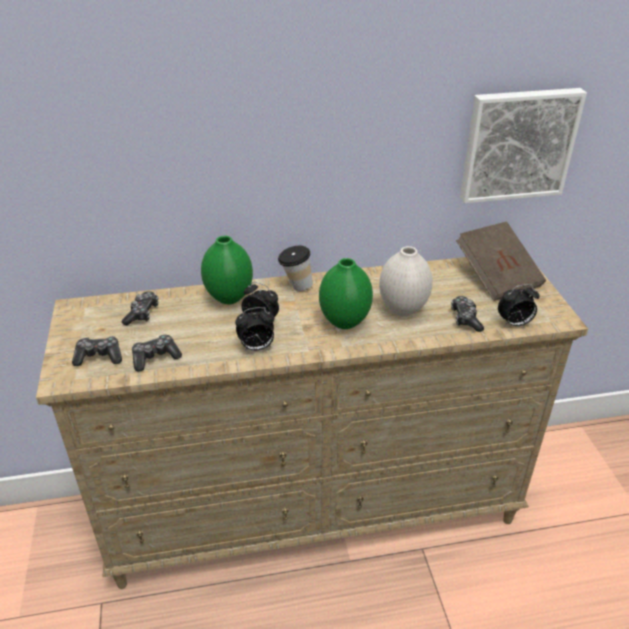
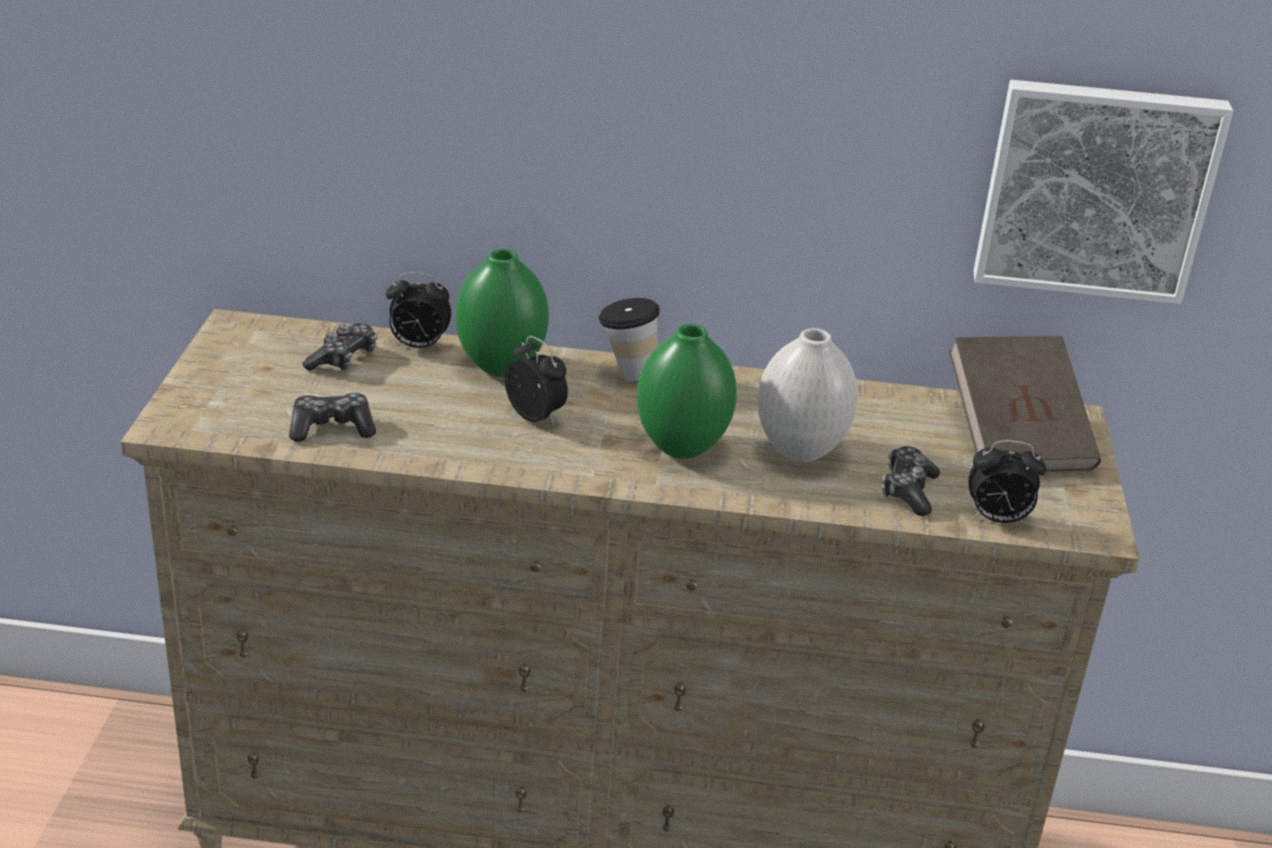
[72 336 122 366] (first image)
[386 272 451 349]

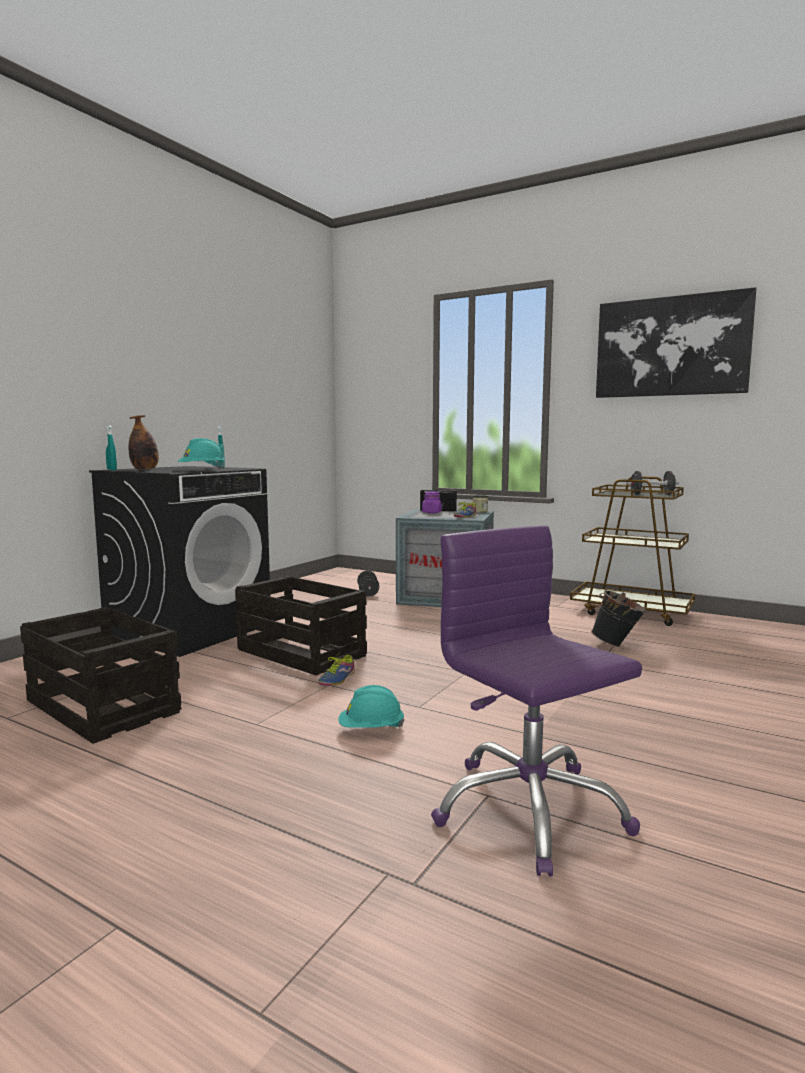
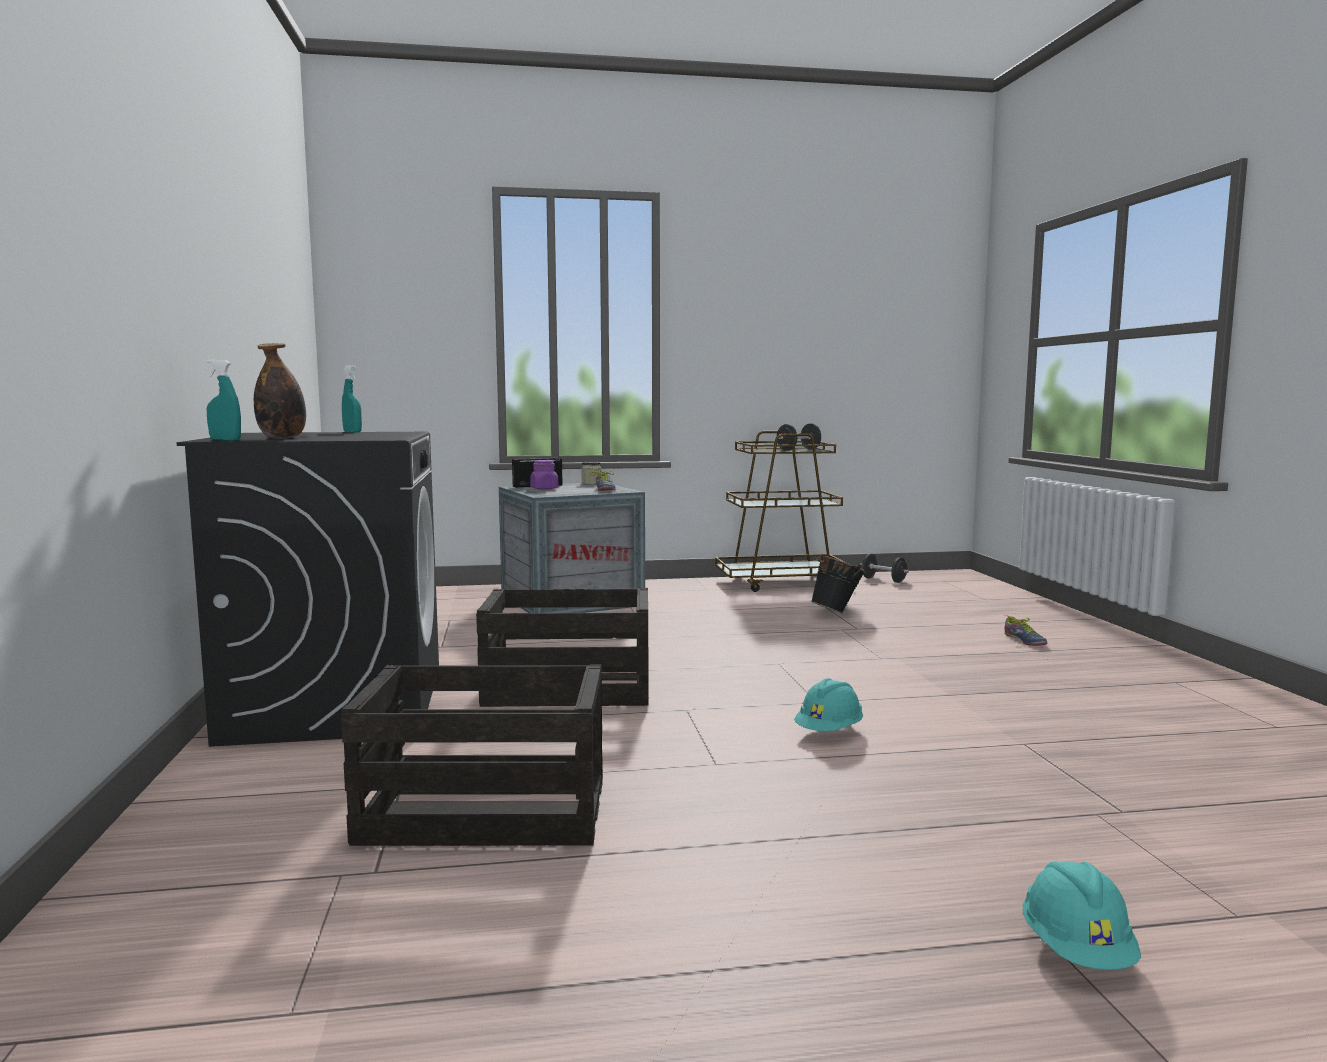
[1023 861 1141 970]
[1004 615 1047 646]
[860 554 909 583]
[431 525 642 876] (first image)
[596 287 756 398] (first image)

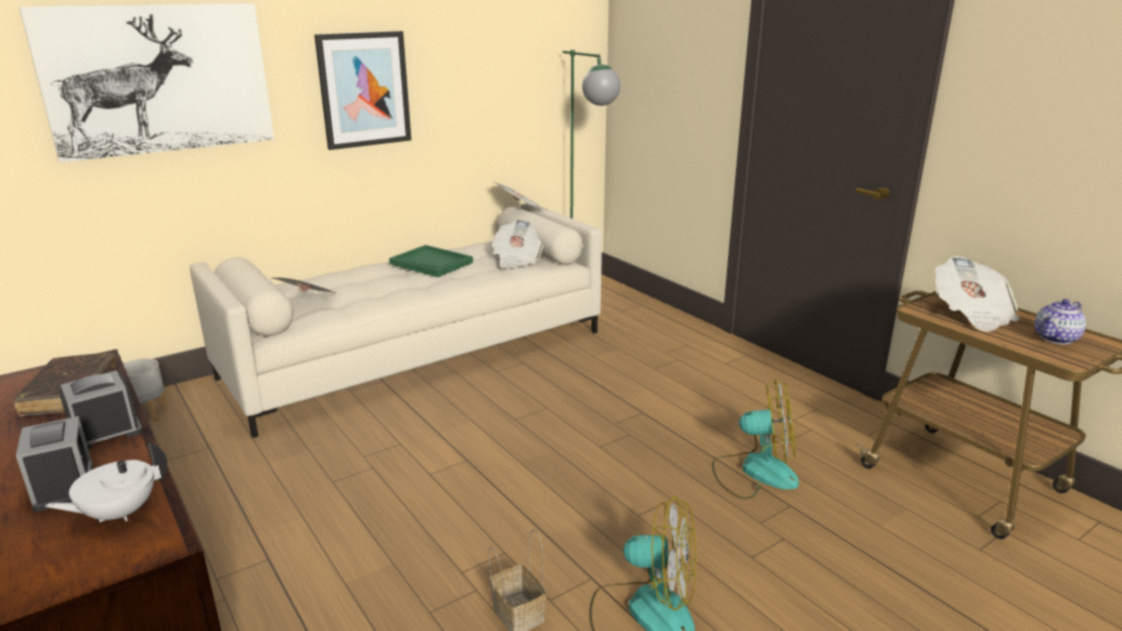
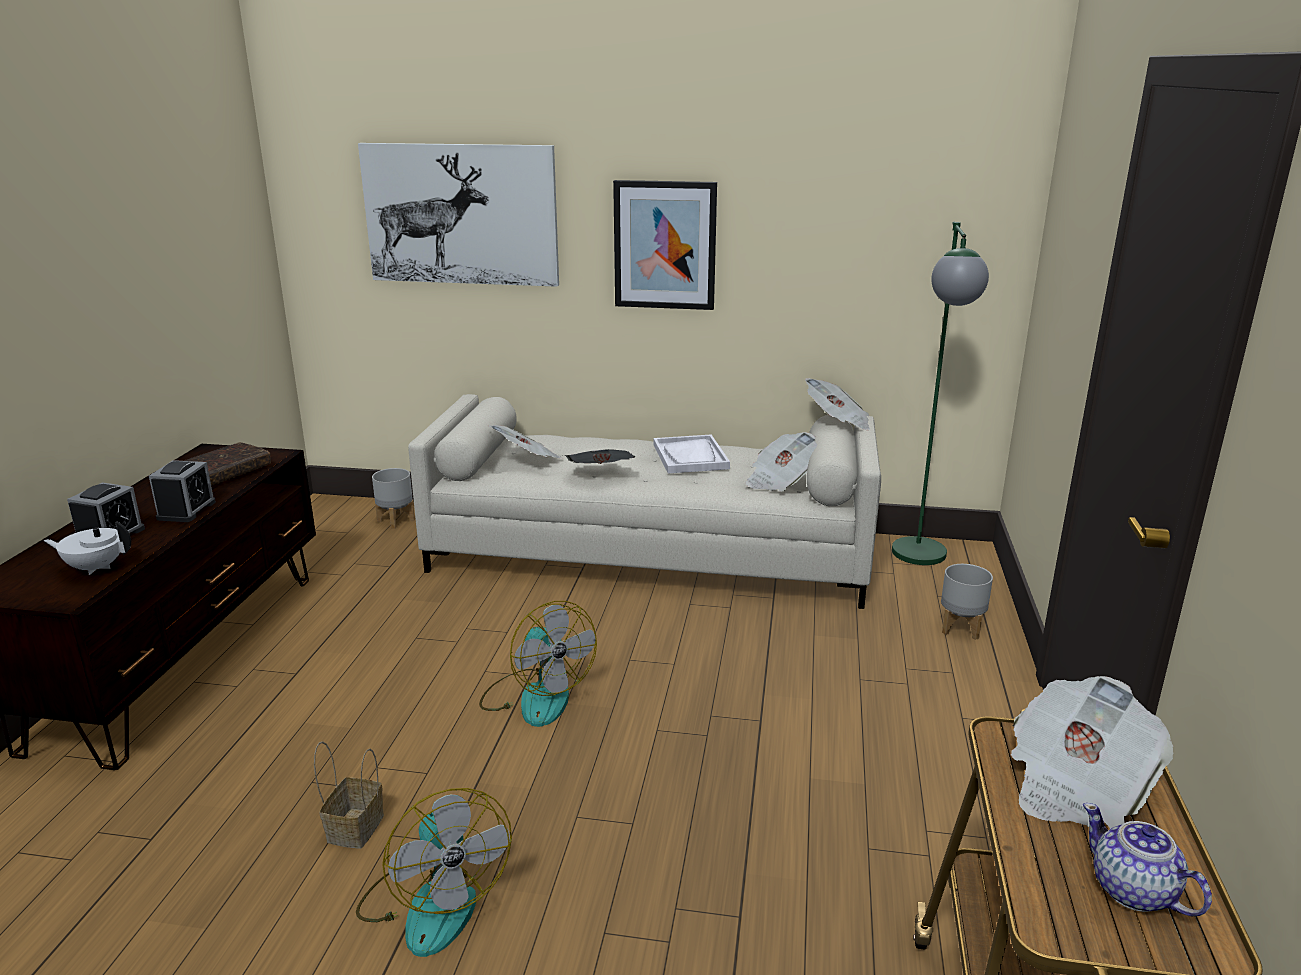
[149 460 216 522]
[654 435 730 473]
[479 601 597 727]
[1083 803 1212 916]
[564 449 635 464]
[941 564 993 640]

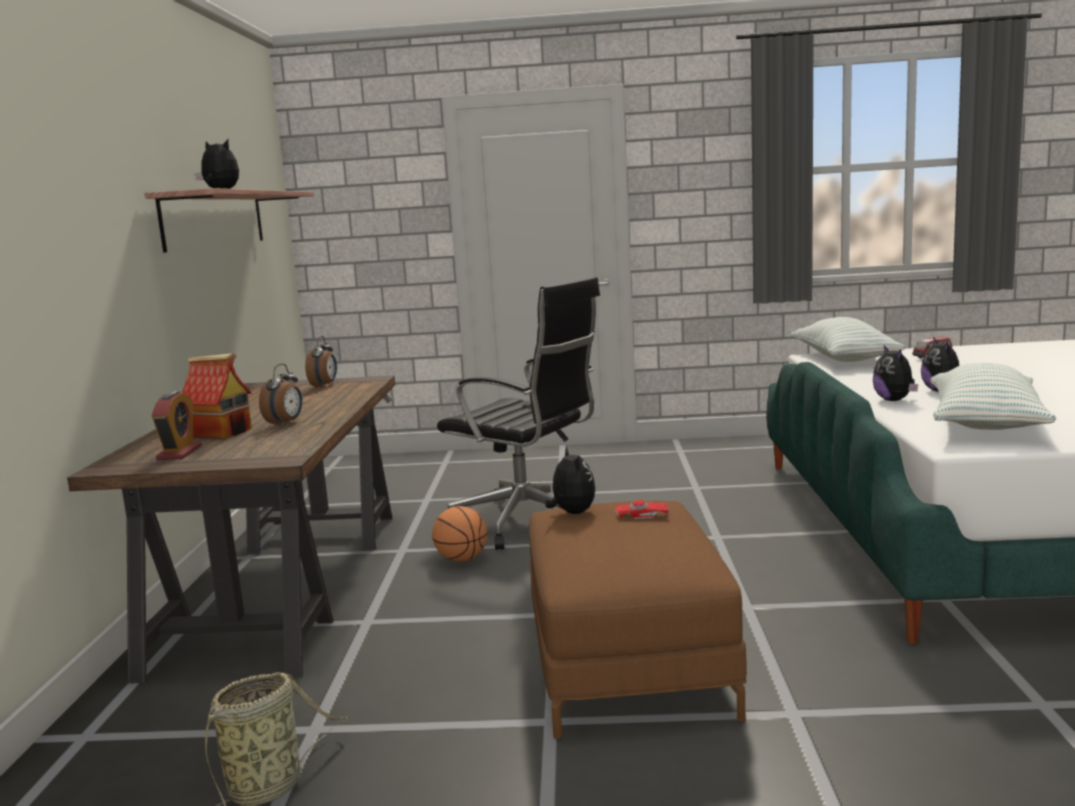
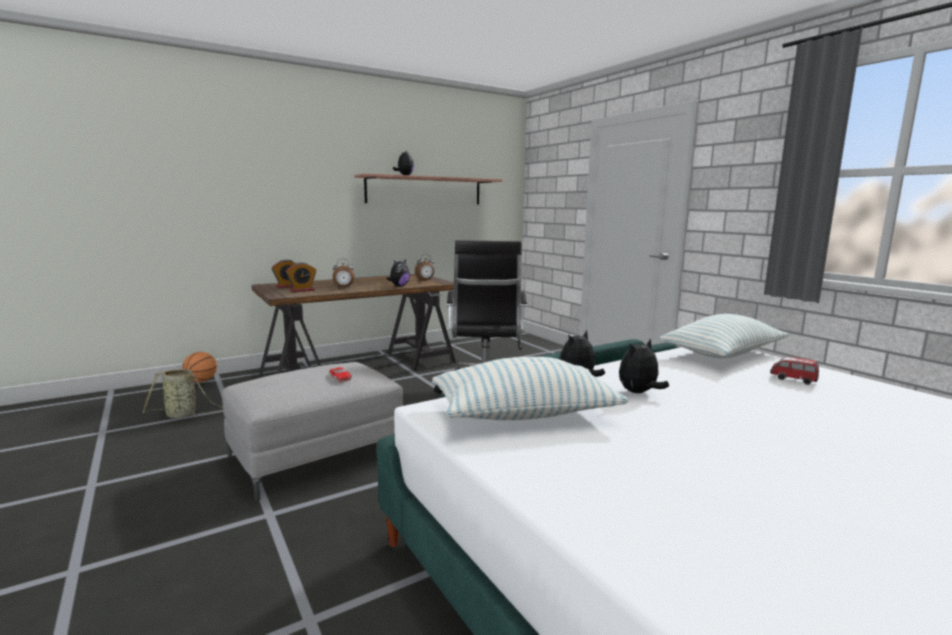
[181 353 252 439] (first image)
[182 352 217 382]
[222 362 403 501]
[386 259 410 286]
[286 262 316 292]

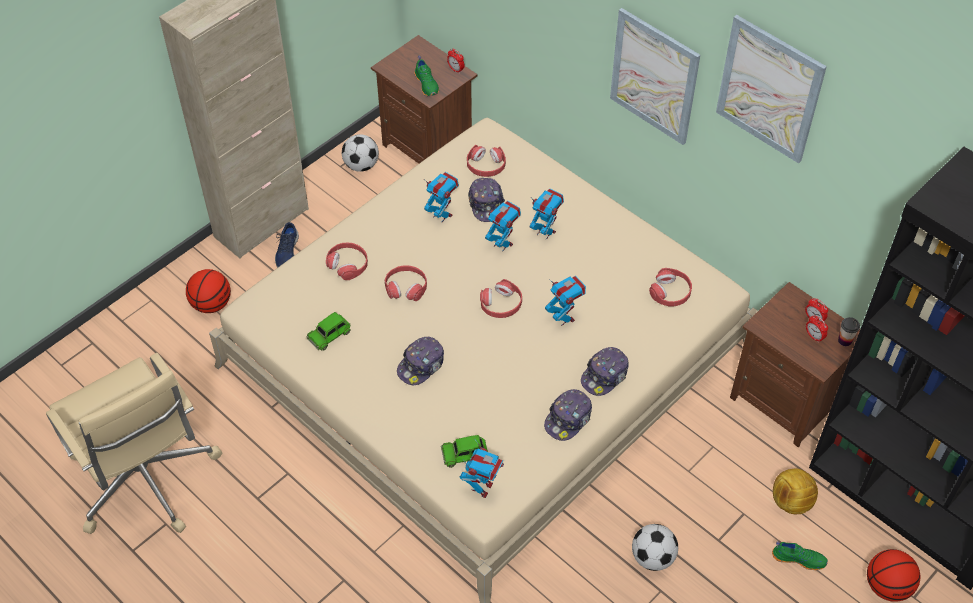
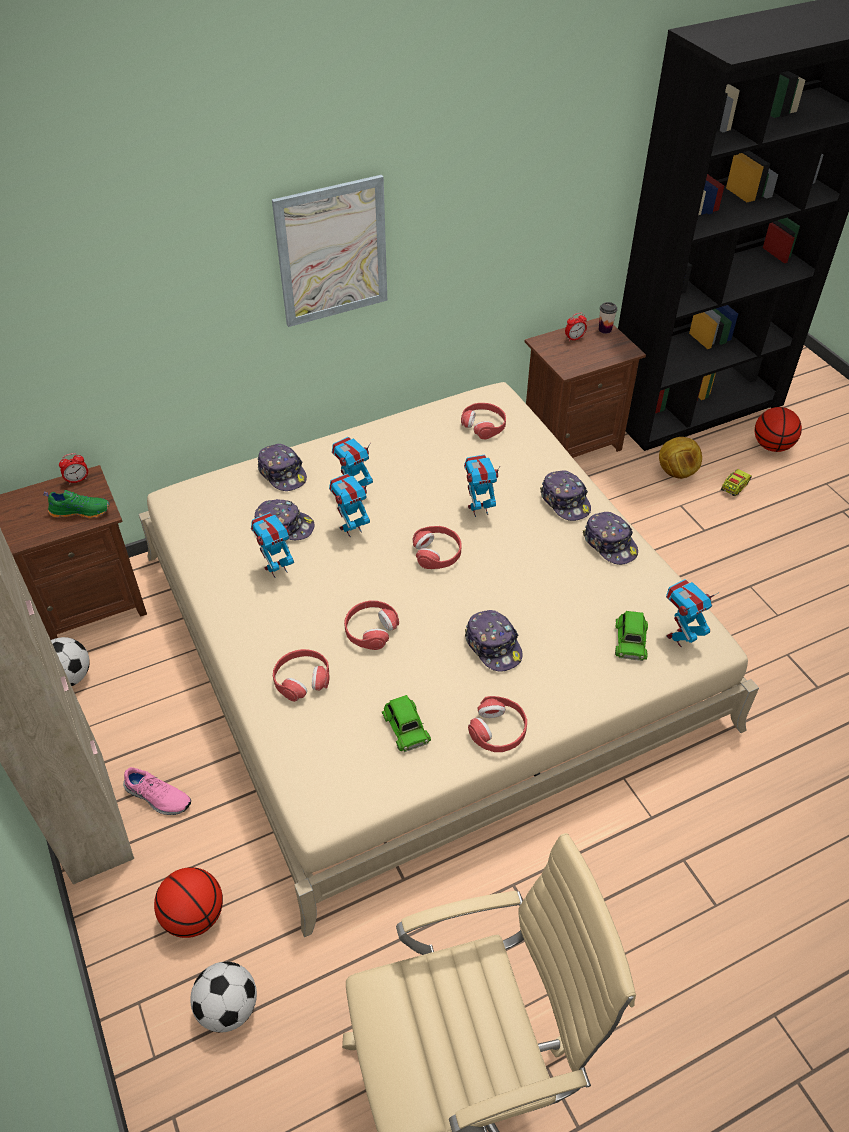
[123 767 191 815]
[666 579 718 647]
[468 696 527 752]
[190 962 257 1032]
[716 15 827 163] (first image)
[721 469 752 496]
[806 315 828 343] (first image)
[257 444 307 491]

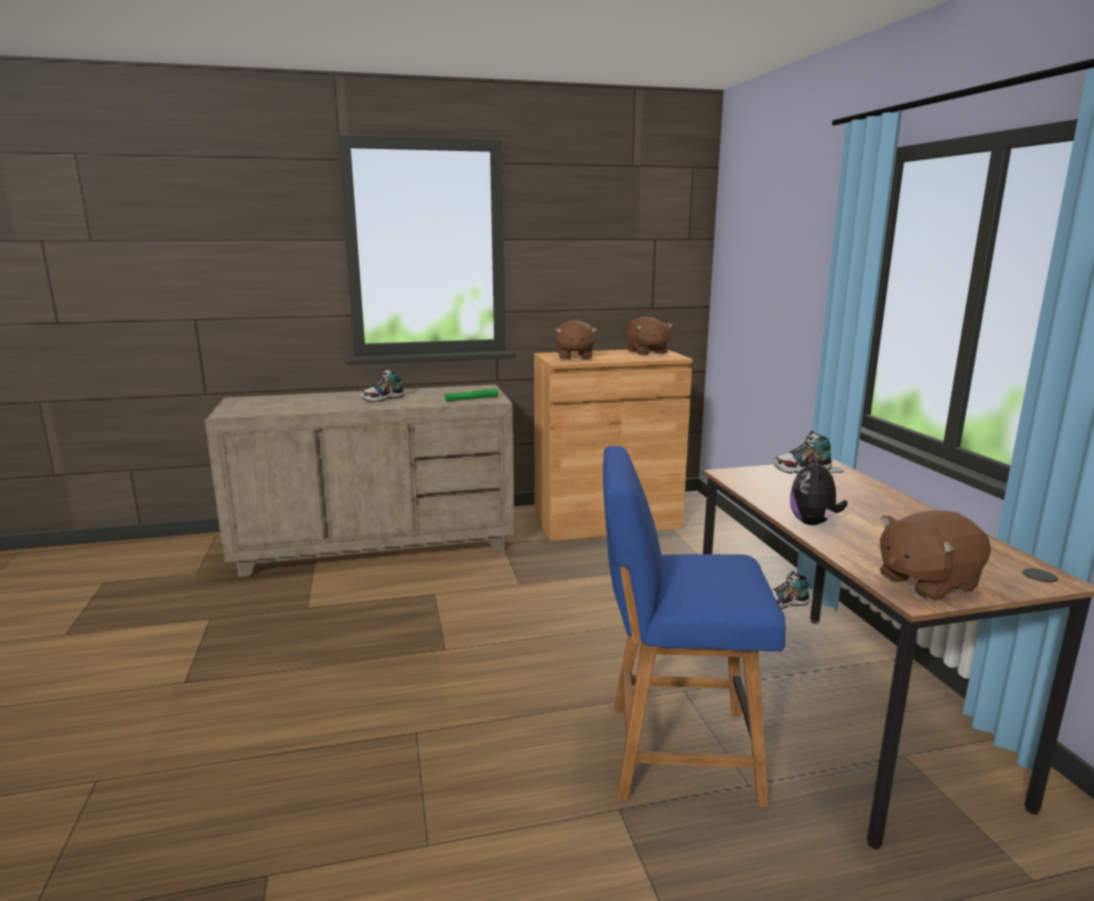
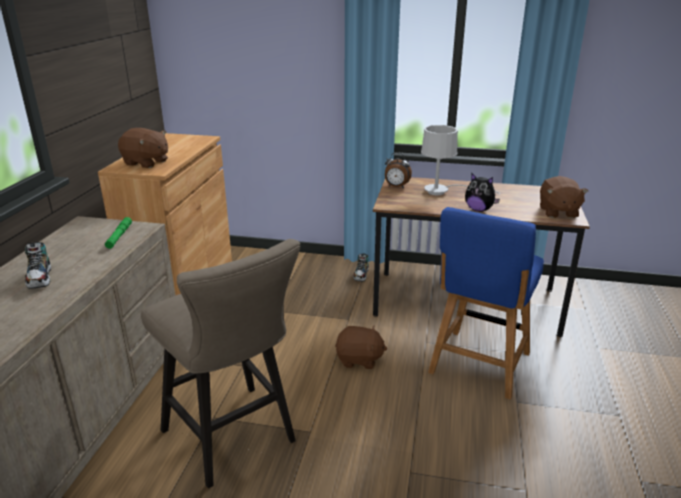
[335 325 388 369]
[385 152 412 188]
[141 239 300 488]
[421 125 500 195]

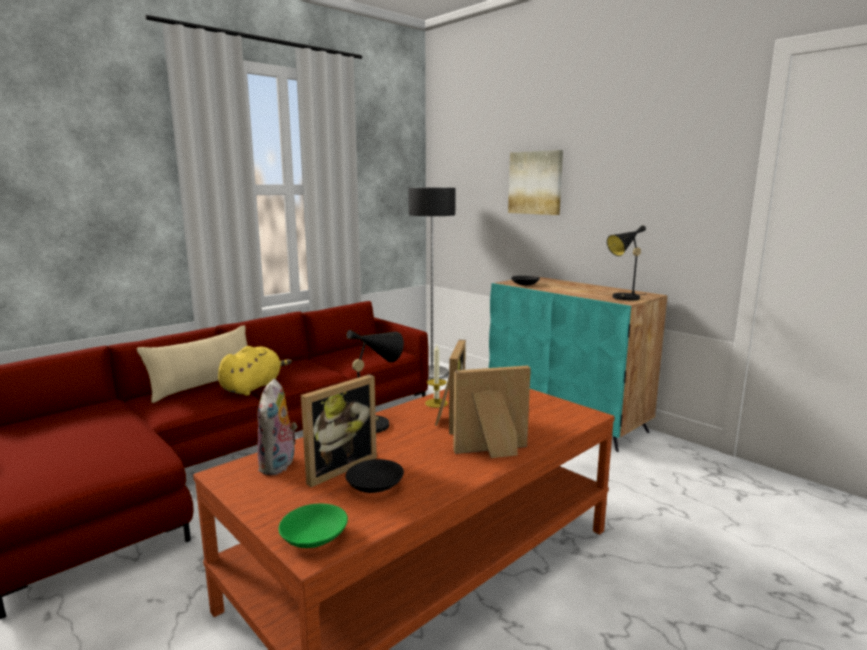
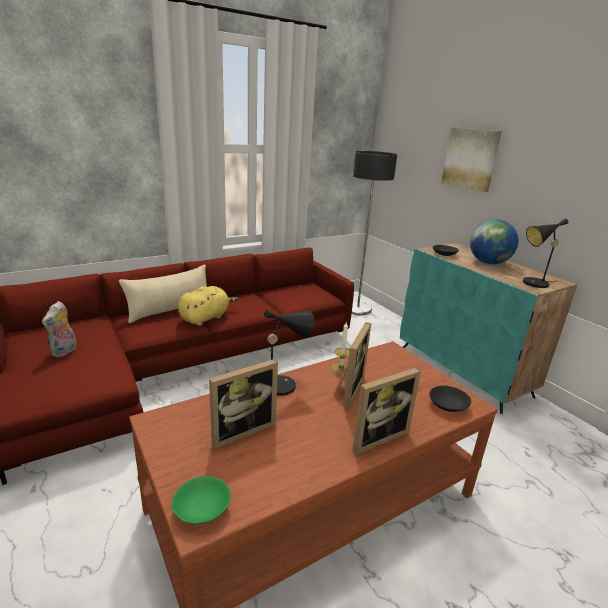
[42 301 77 358]
[429 385 471 412]
[352 368 421 455]
[470 219 519 264]

